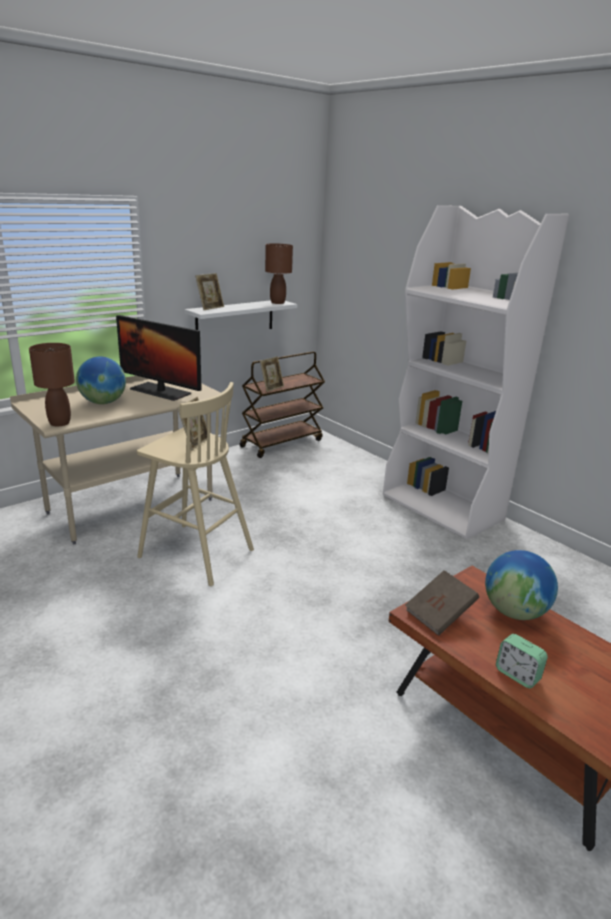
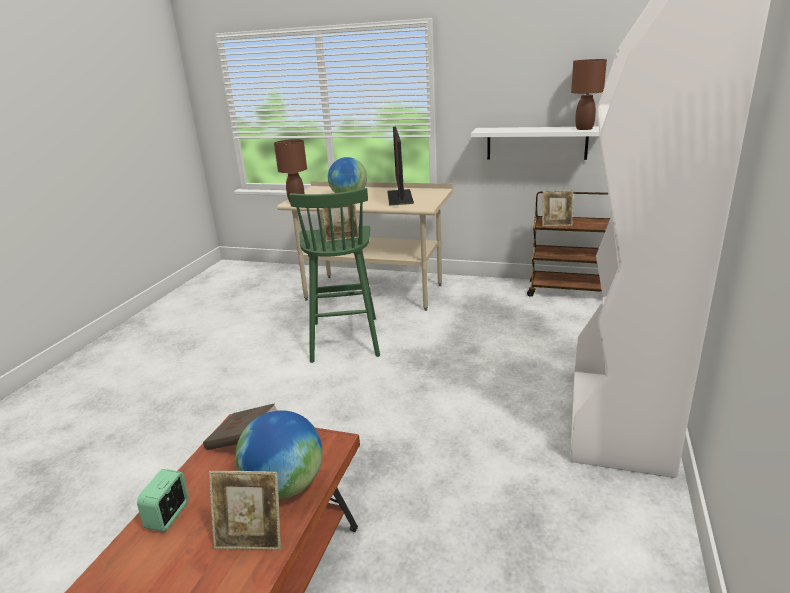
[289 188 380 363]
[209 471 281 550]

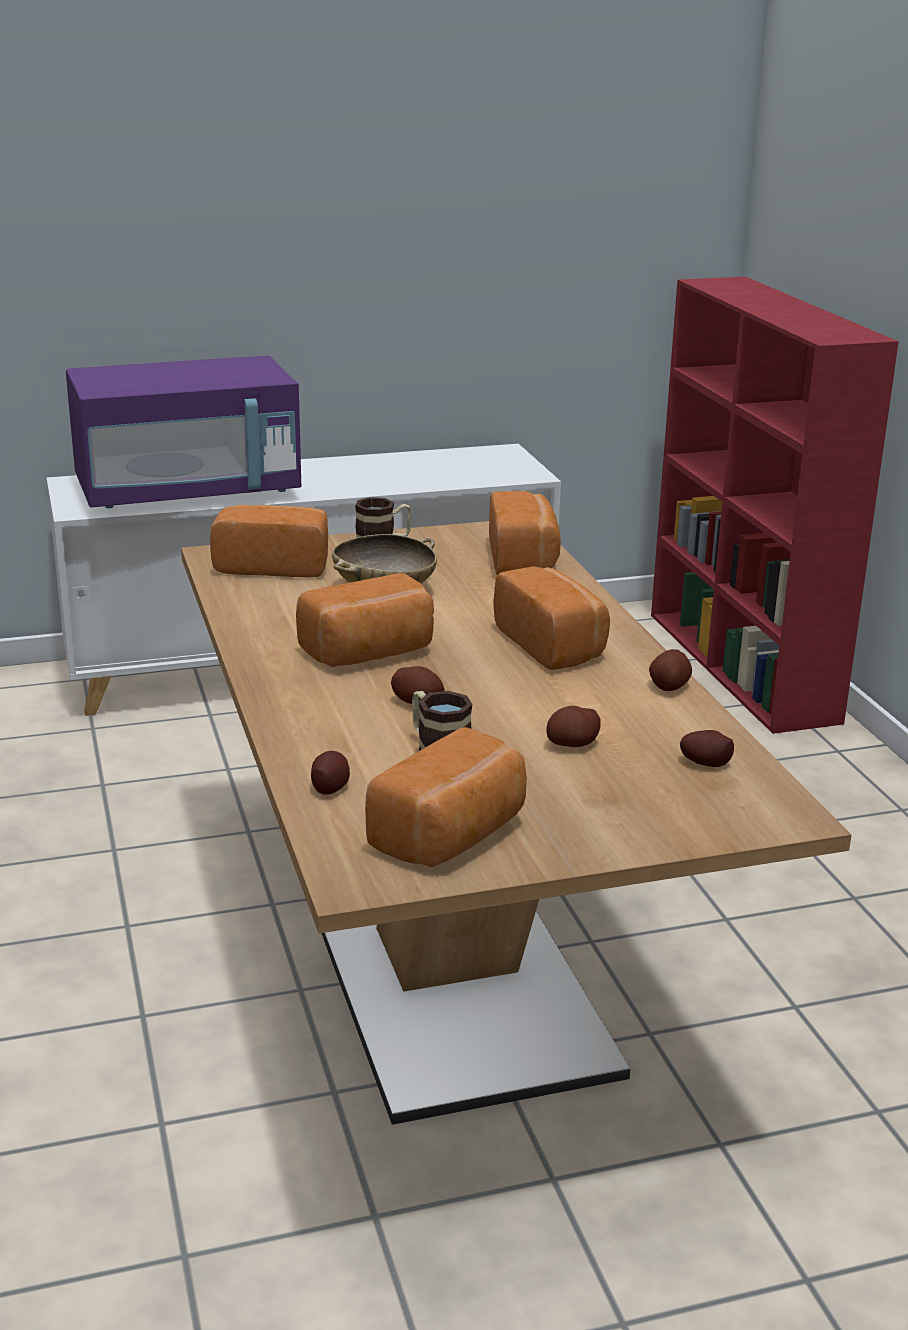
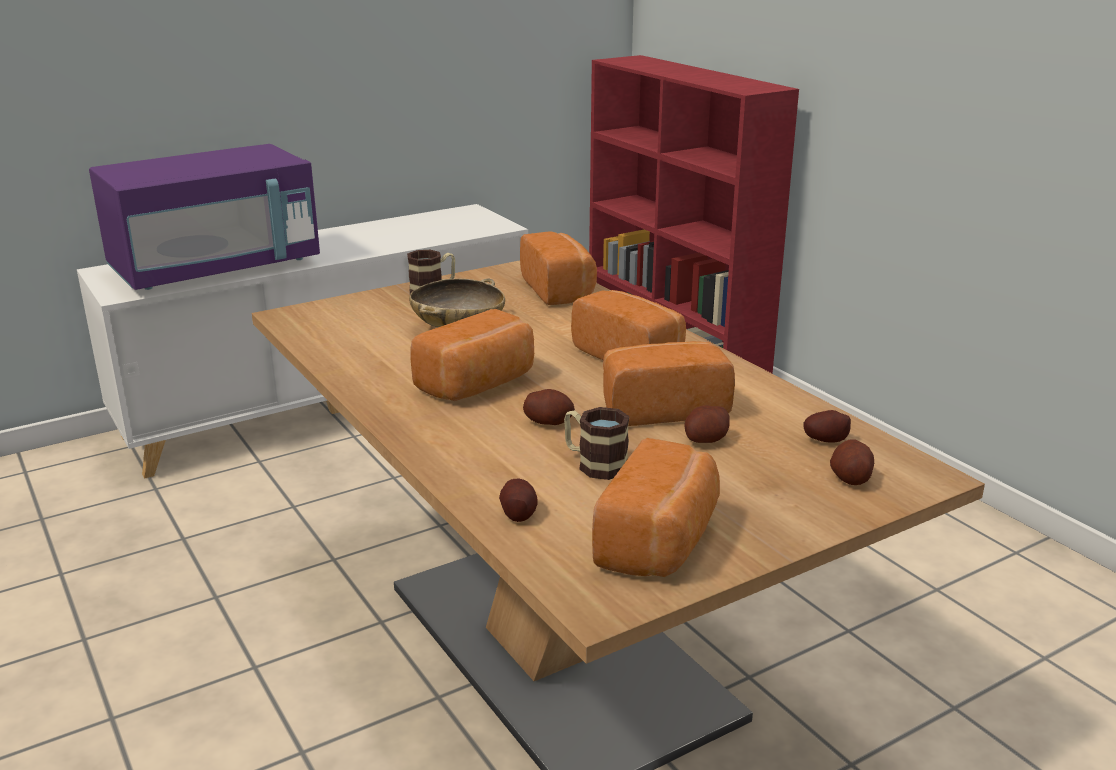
[603 341 735 426]
[830 439 874 485]

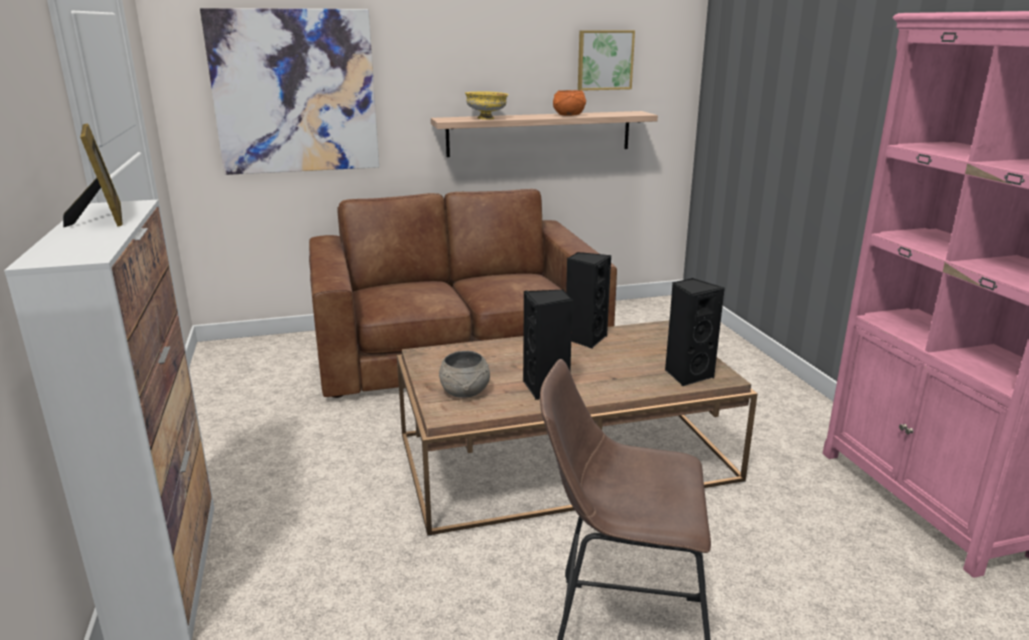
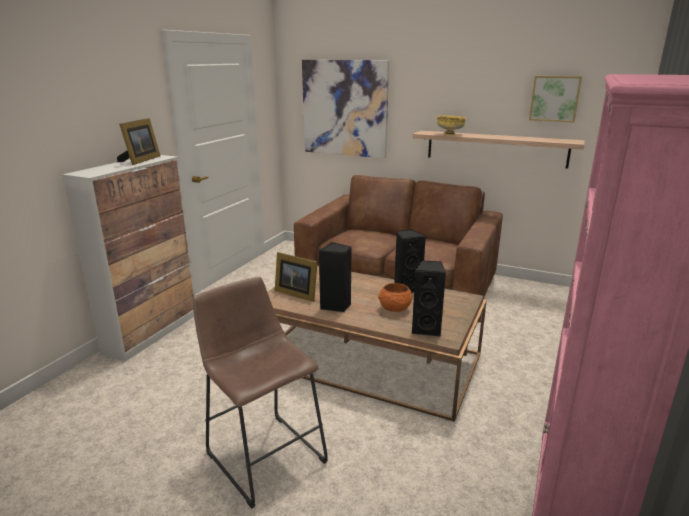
[275 252 318 302]
[378 283 412 312]

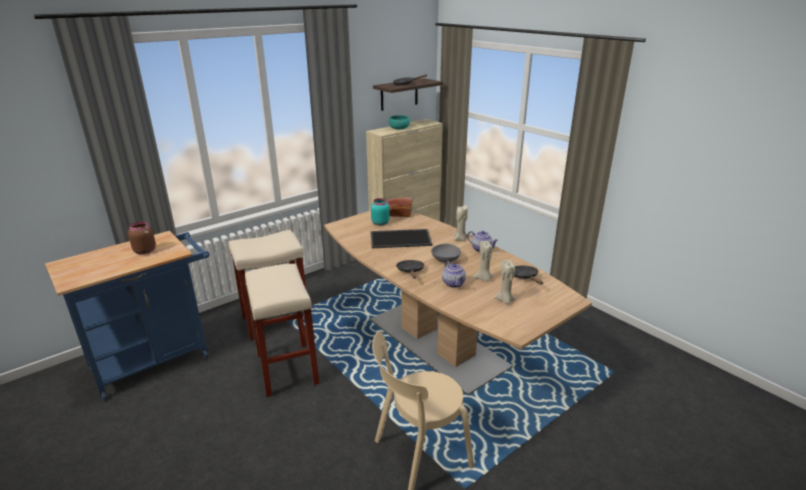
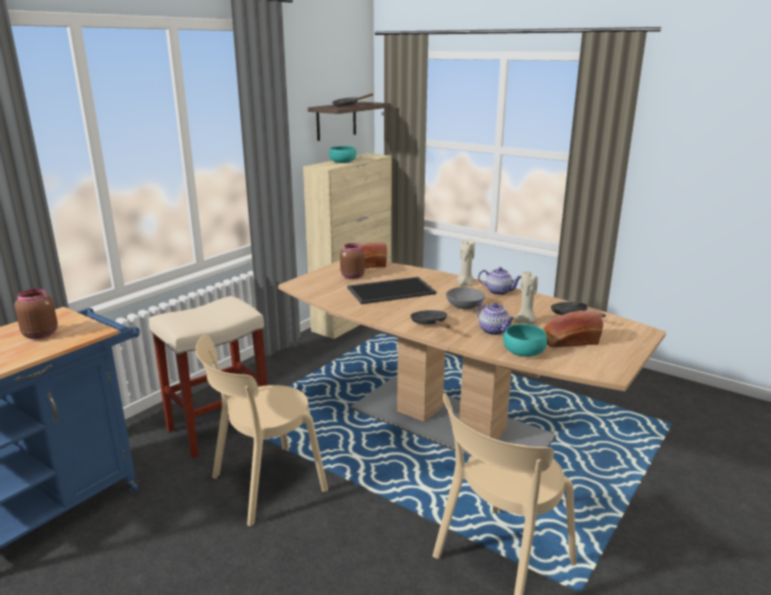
[196 335 328 526]
[340 243 365 279]
[543 310 603 348]
[503 324 547 357]

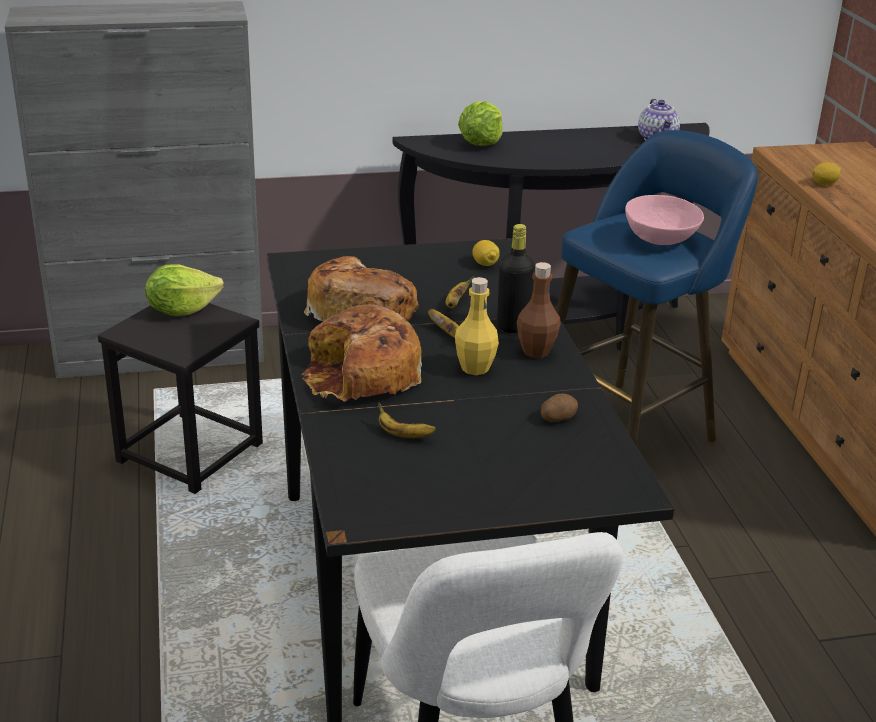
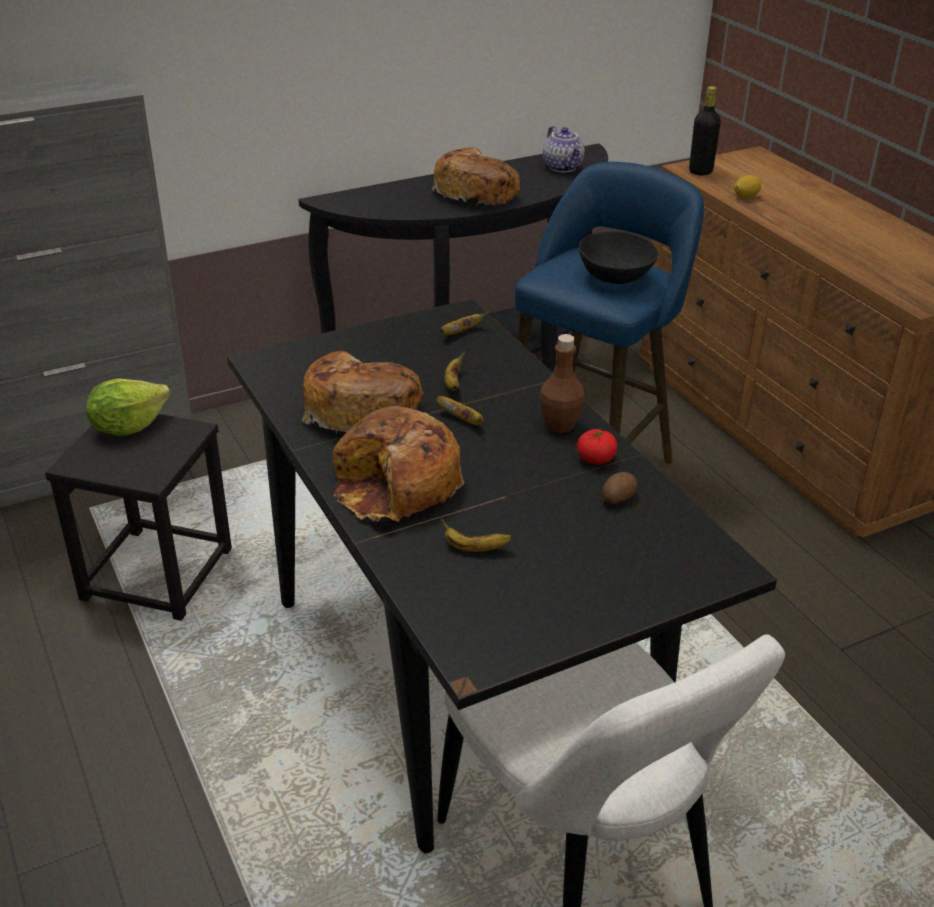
[455 277 499 375] (first image)
[458 101 502 146] (first image)
[440 311 490 335]
[689 86 721 176]
[579 231 658 284]
[432 147 520 207]
[577 429 617 464]

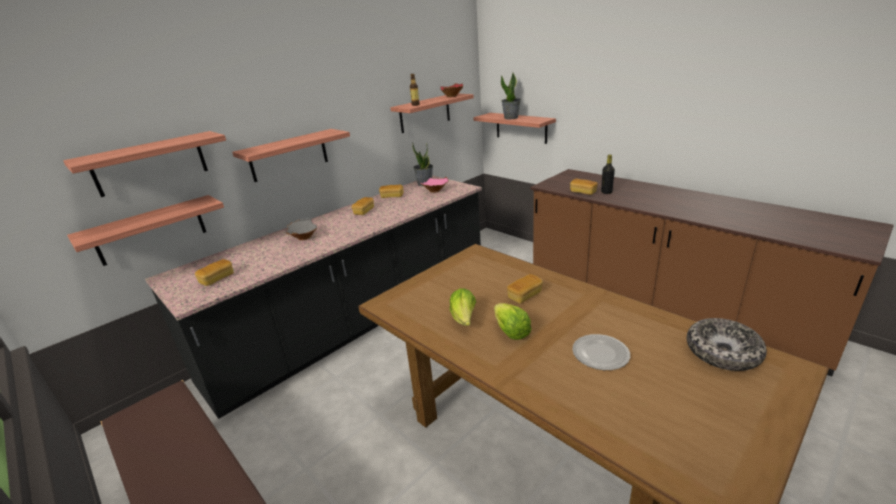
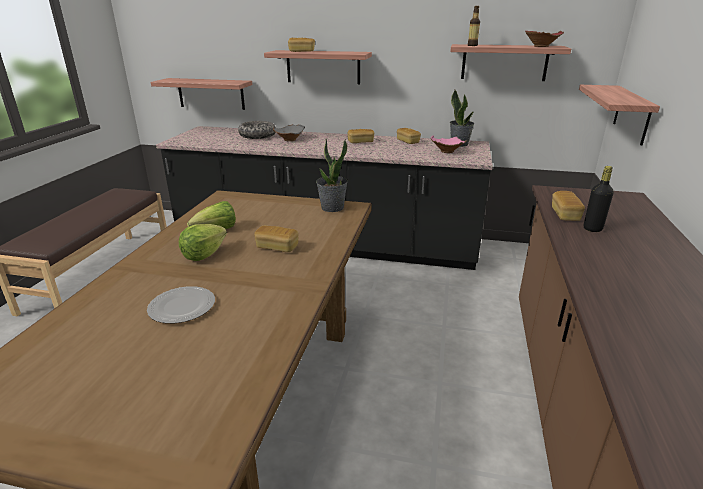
[63 131 226 197] (first image)
[288 38 315 52]
[316 139 348 212]
[238 121 276 139]

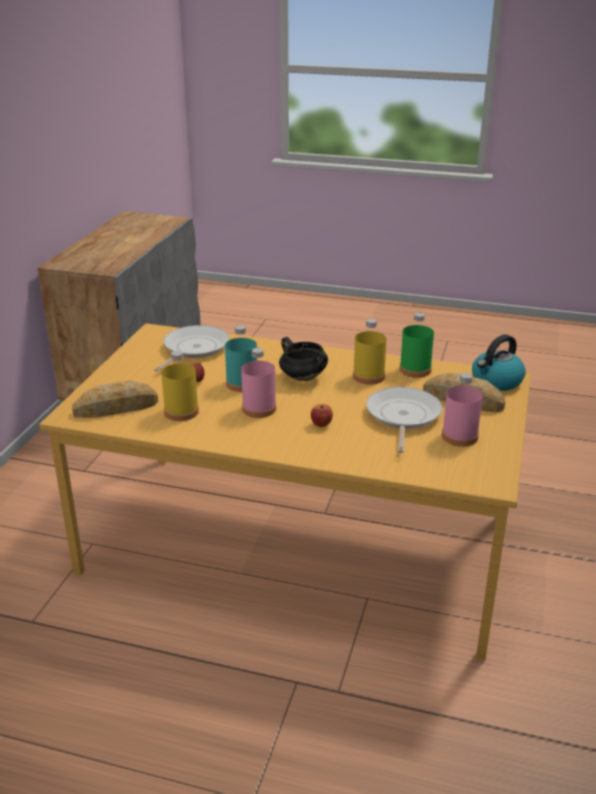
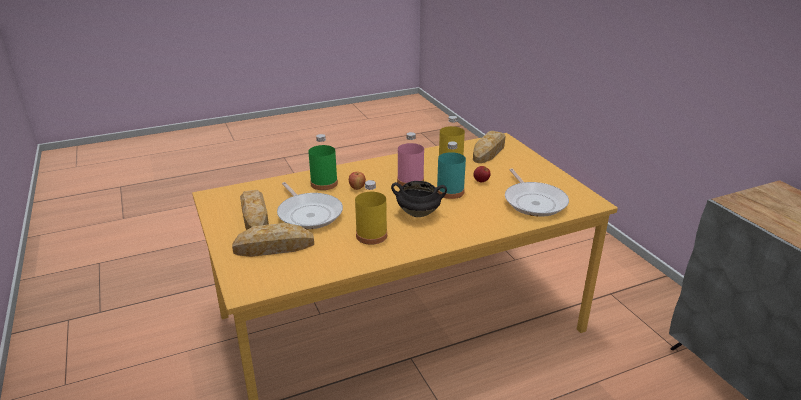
[308 134 338 190]
[240 190 269 230]
[472 334 525 391] (first image)

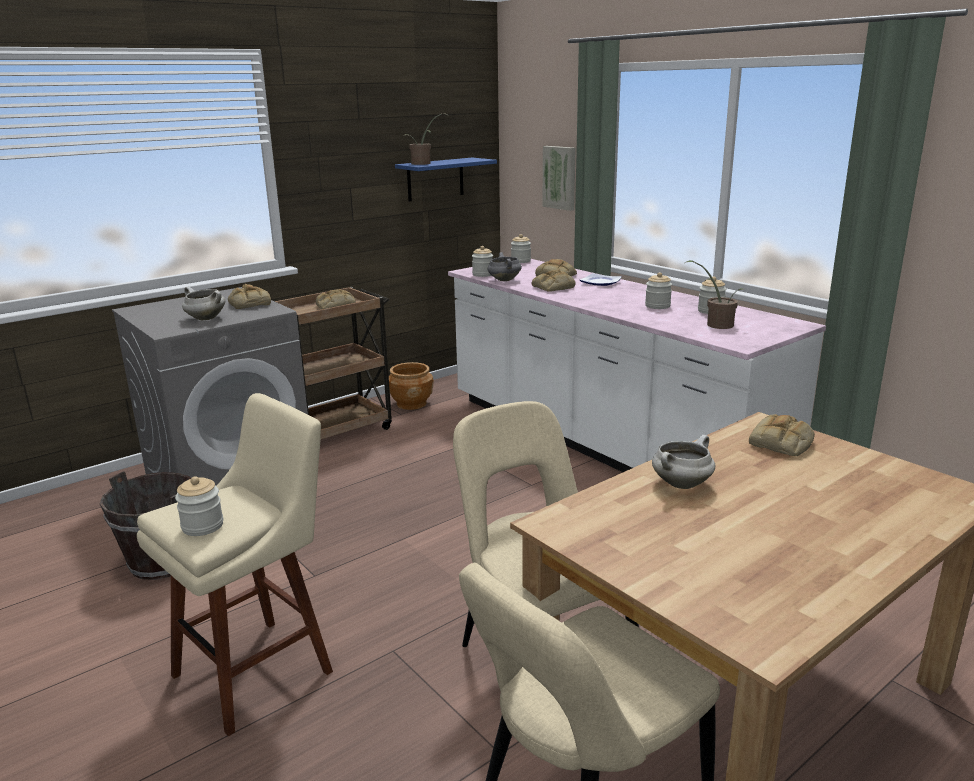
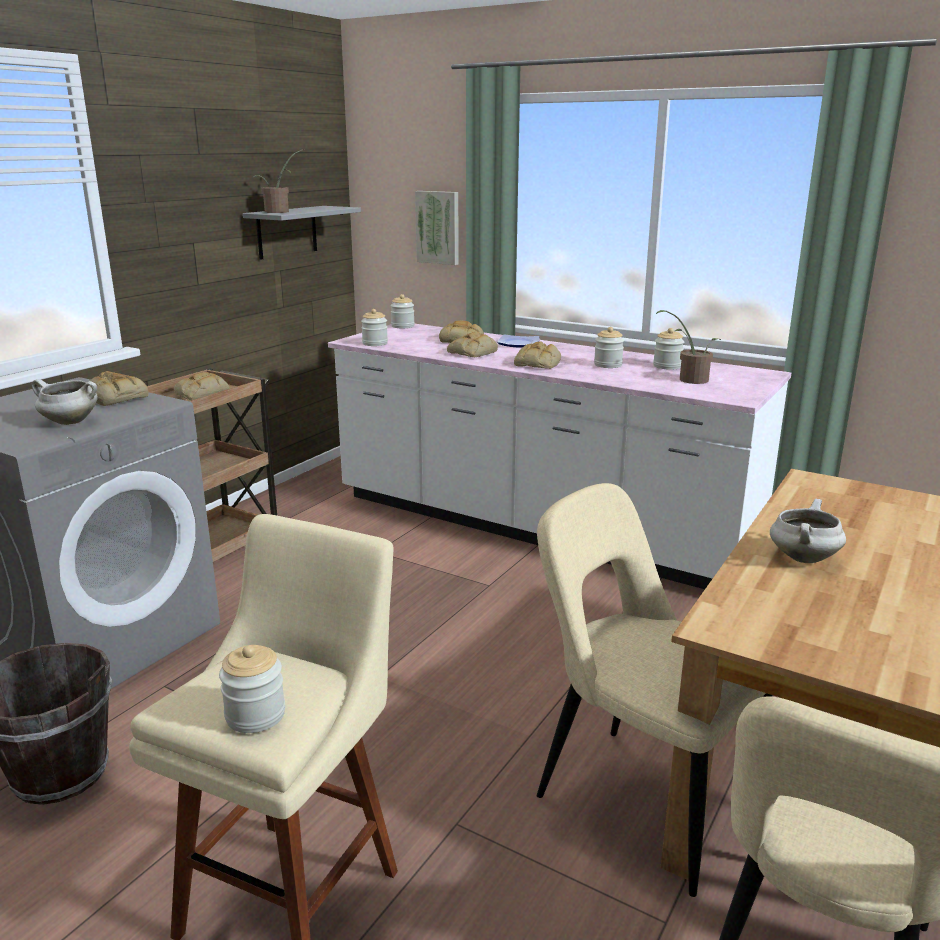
[389 362 434 410] (first image)
[243 206 361 260]
[488 252 522 281] (first image)
[514 341 561 369]

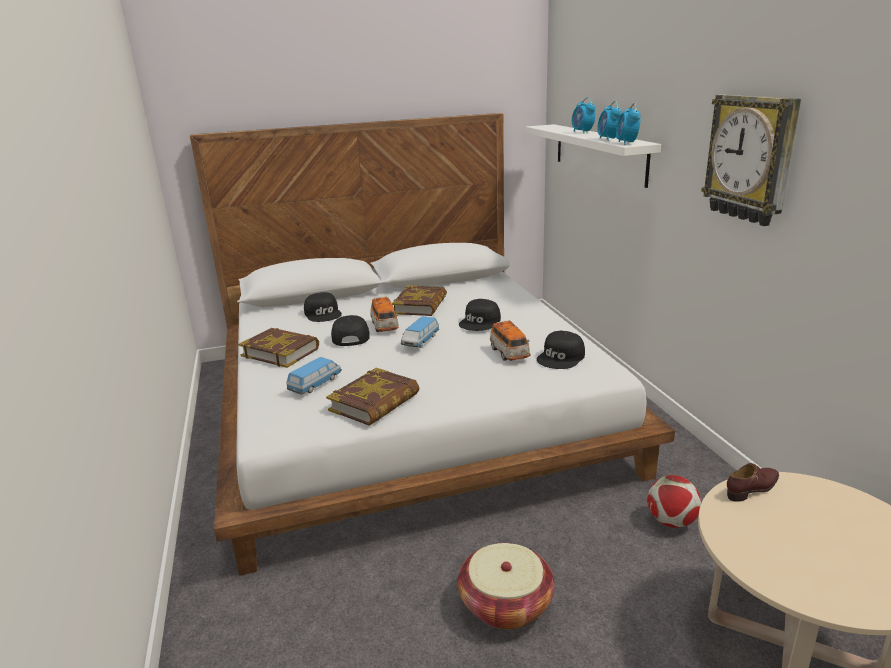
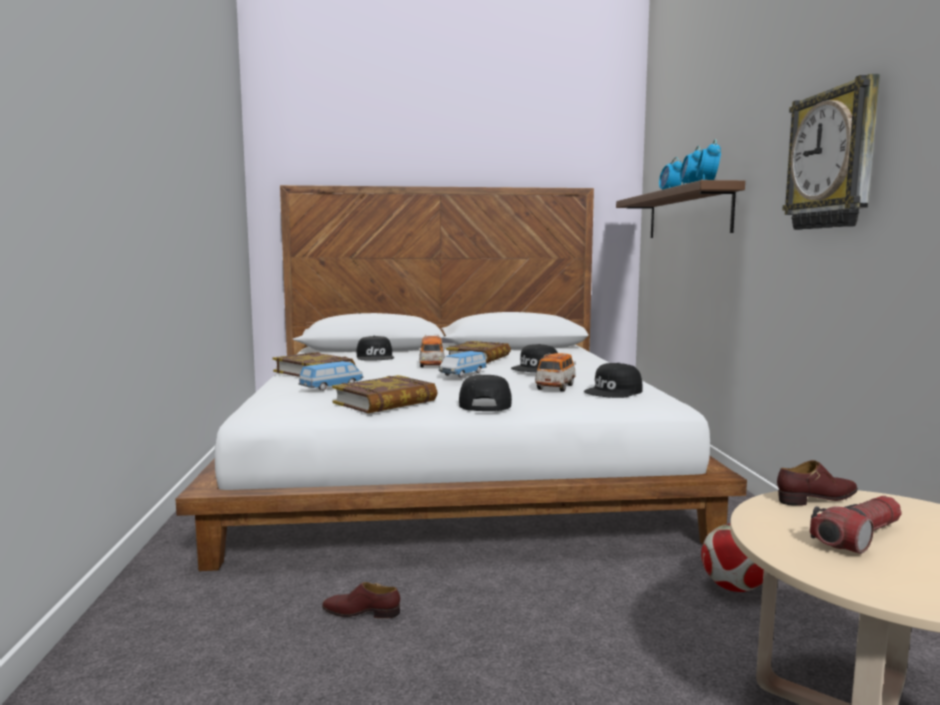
[459 375 512 411]
[458 543 555 630] (first image)
[535 353 576 392]
[616 180 745 238]
[322 582 400 618]
[810 496 902 554]

